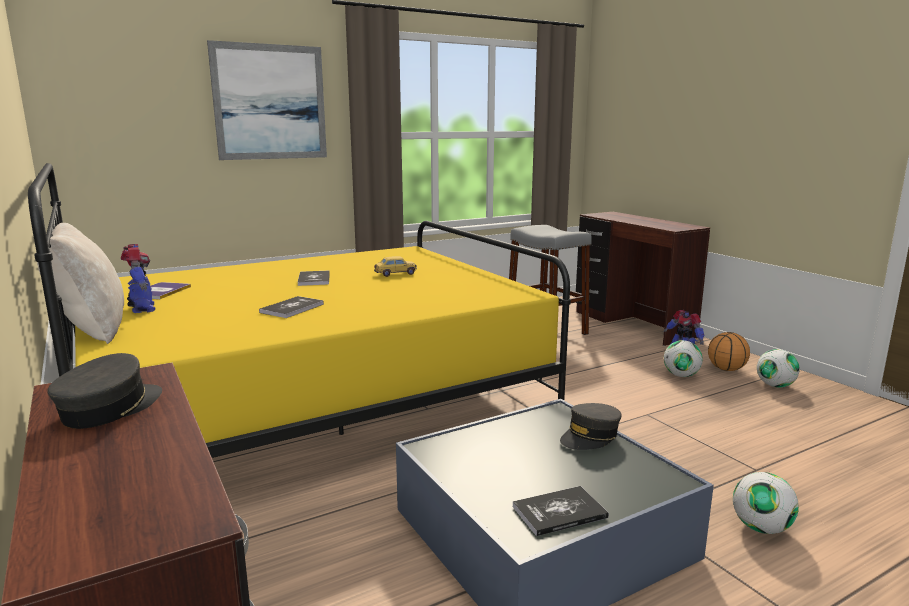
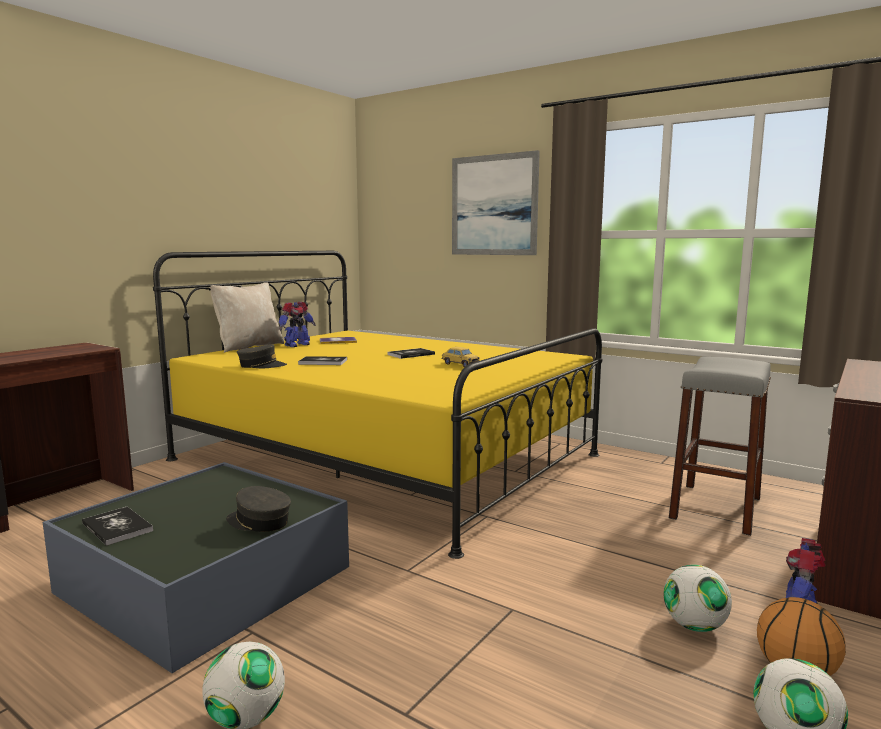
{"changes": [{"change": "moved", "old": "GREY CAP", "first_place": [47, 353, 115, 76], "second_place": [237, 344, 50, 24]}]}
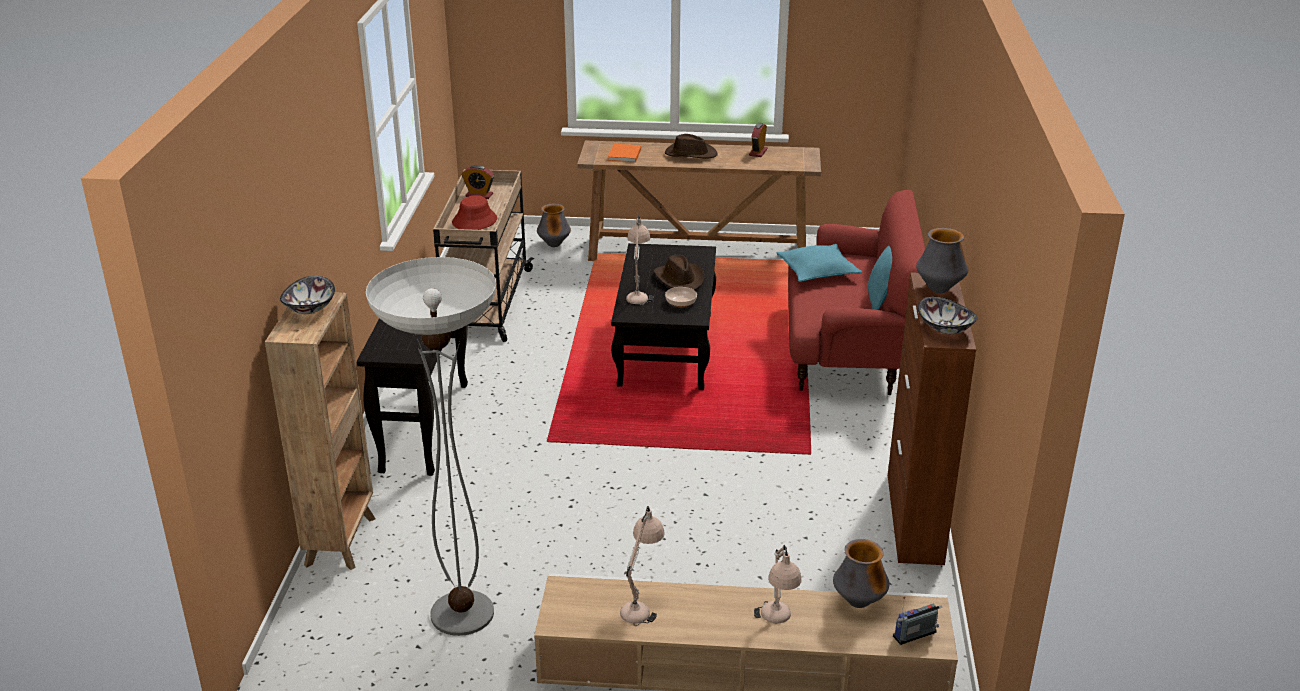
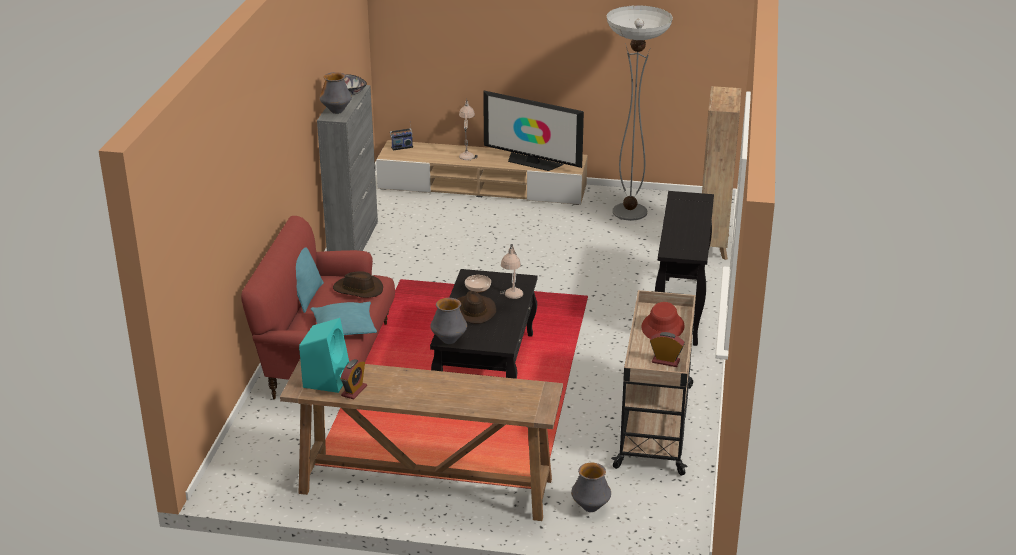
{"changes": [{"change": "removed", "old": "BOWL", "first_place": [280, 276, 55, 38]}, {"change": "removed", "old": "ORANGE BOOK", "first_place": [608, 144, 33, 18]}, {"change": "replaced", "old": "BEIGE TABLE LAMP", "new": "TELEVISION", "first_place": [620, 506, 45, 120], "second_place": [483, 91, 101, 80]}, {"change": "moved", "old": "BROWN HAT", "first_place": [665, 134, 53, 24], "second_place": [333, 271, 50, 27]}, {"change": "moved", "old": "VASE", "first_place": [833, 539, 56, 69], "second_place": [430, 298, 37, 46]}, {"change": "recoloured", "old": "BROWN CABINET", "new": "GREY CABINET", "first_place": [888, 272, 88, 293], "second_place": [317, 85, 61, 166]}, {"change": "added", "new": "TURQUOISE SPEAKER", "second_place": [299, 318, 50, 75]}]}
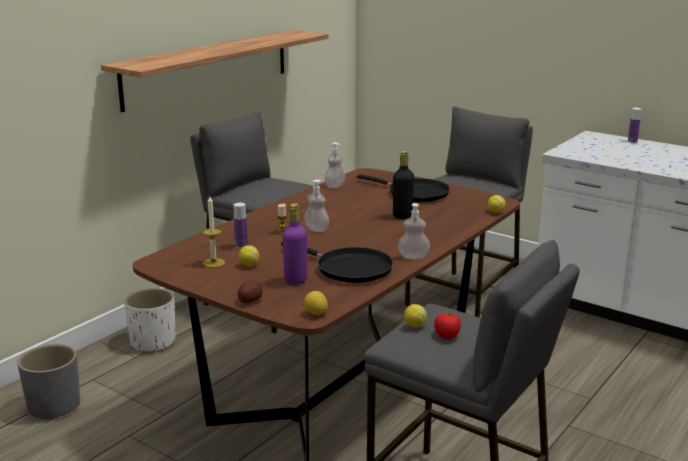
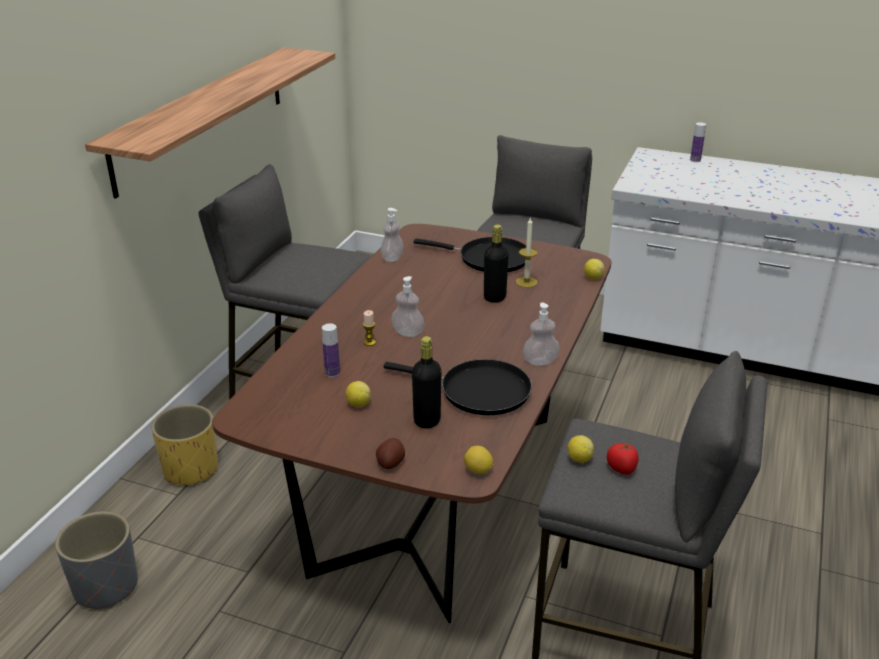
{"changes": [{"change": "recoloured", "old": "WHITE PLANTER", "new": "YELLOW PLANTER", "first_place": [124, 288, 52, 64], "second_place": [151, 404, 67, 81]}, {"change": "moved", "old": "CANDLE", "first_place": [203, 196, 22, 72], "second_place": [516, 218, 22, 70]}, {"change": "recoloured", "old": "PURPLE BOTTLE", "new": "BLACK BOTTLE", "first_place": [282, 203, 25, 82], "second_place": [412, 336, 30, 92]}]}
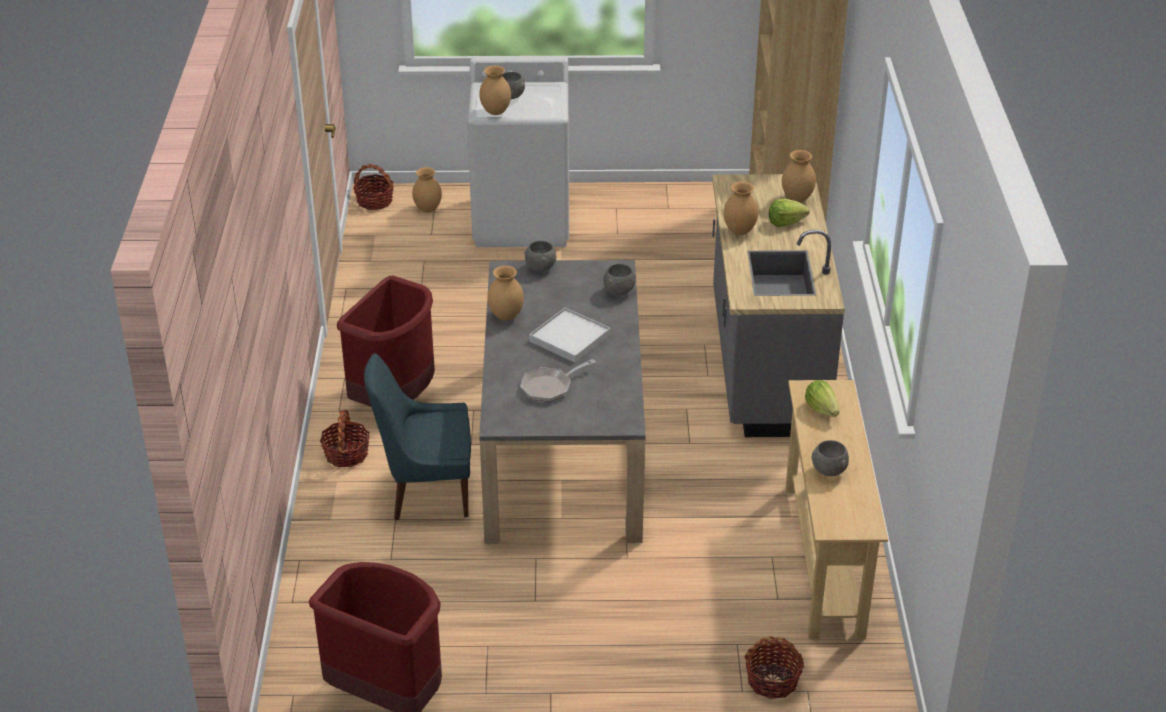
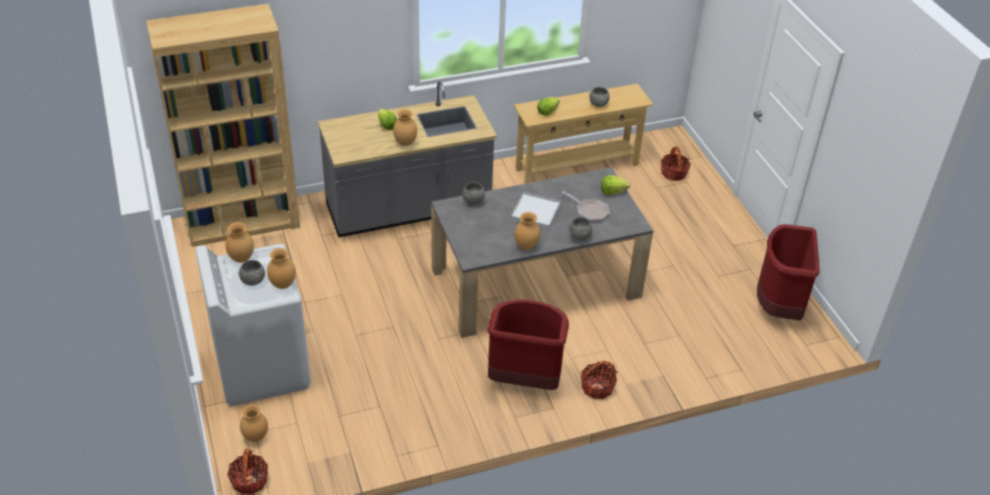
{"changes": [{"change": "removed", "old": "BLUE CHAIR", "first_place": [364, 353, 107, 168]}, {"change": "moved", "old": "GREY BOWL", "first_place": [524, 240, 32, 32], "second_place": [569, 217, 23, 24]}, {"change": "moved", "old": "BROWN VASE", "first_place": [782, 150, 34, 52], "second_place": [225, 222, 29, 41]}, {"change": "added", "new": "LETTUCE", "second_place": [601, 175, 30, 20]}]}
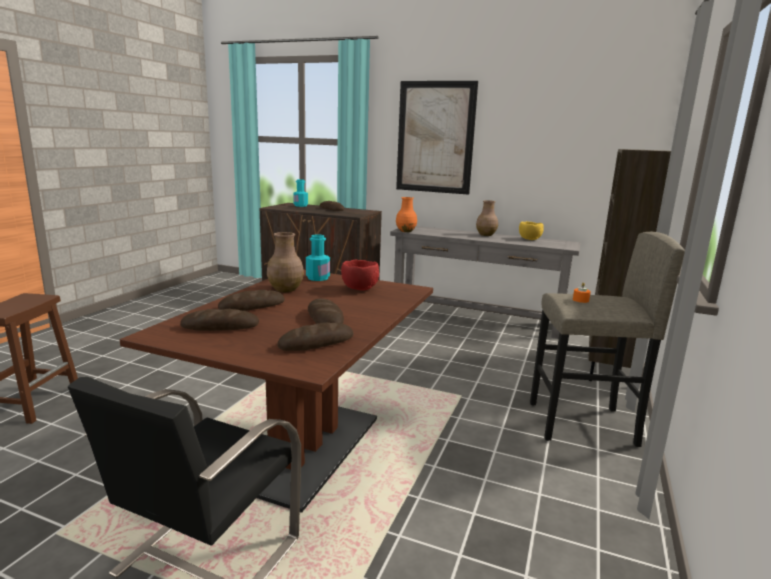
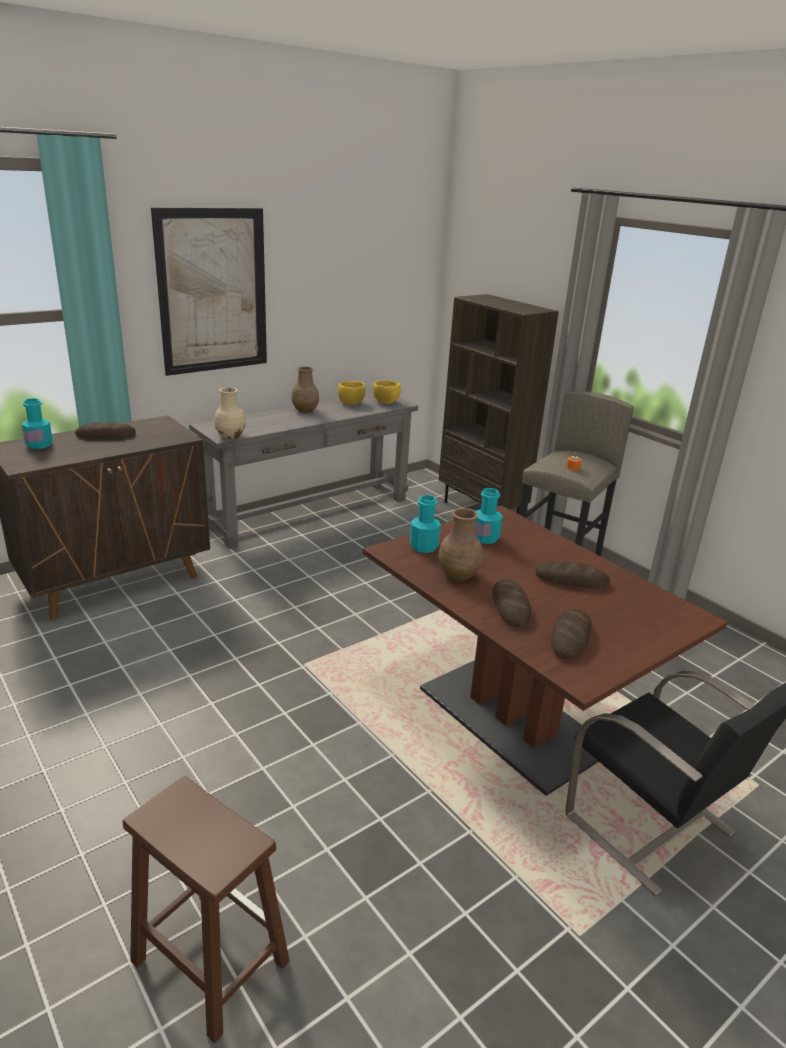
{"changes": [{"change": "removed", "old": "BREAD", "first_place": [277, 322, 77, 29]}, {"change": "replaced", "old": "RED BOWL", "new": "TURQUOISE BOTTLE", "first_place": [341, 260, 38, 31], "second_place": [475, 488, 28, 56]}, {"change": "recoloured", "old": "ORANGE VASE", "new": "BEIGE VASE", "first_place": [396, 197, 21, 35], "second_place": [214, 387, 32, 52]}, {"change": "added", "new": "YELLOW BOWL", "second_place": [373, 380, 28, 24]}]}
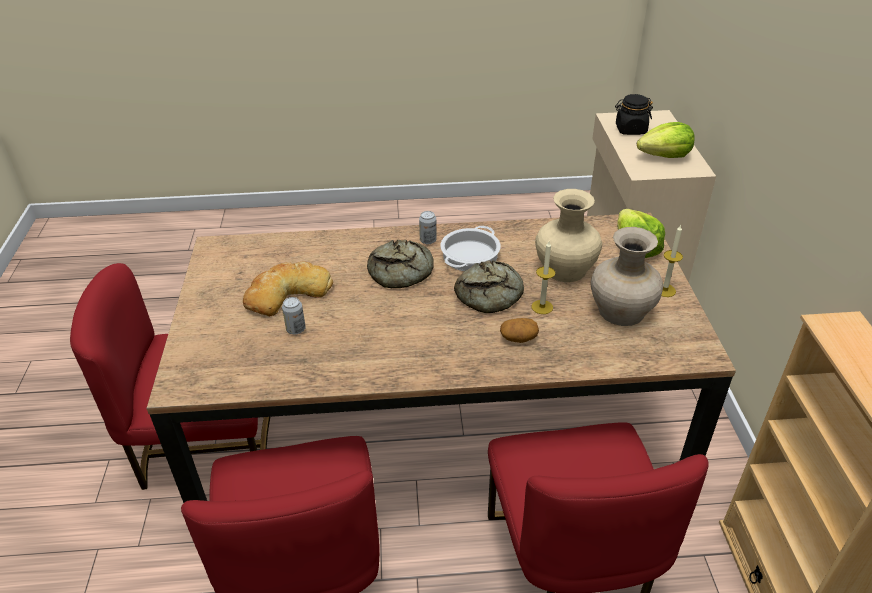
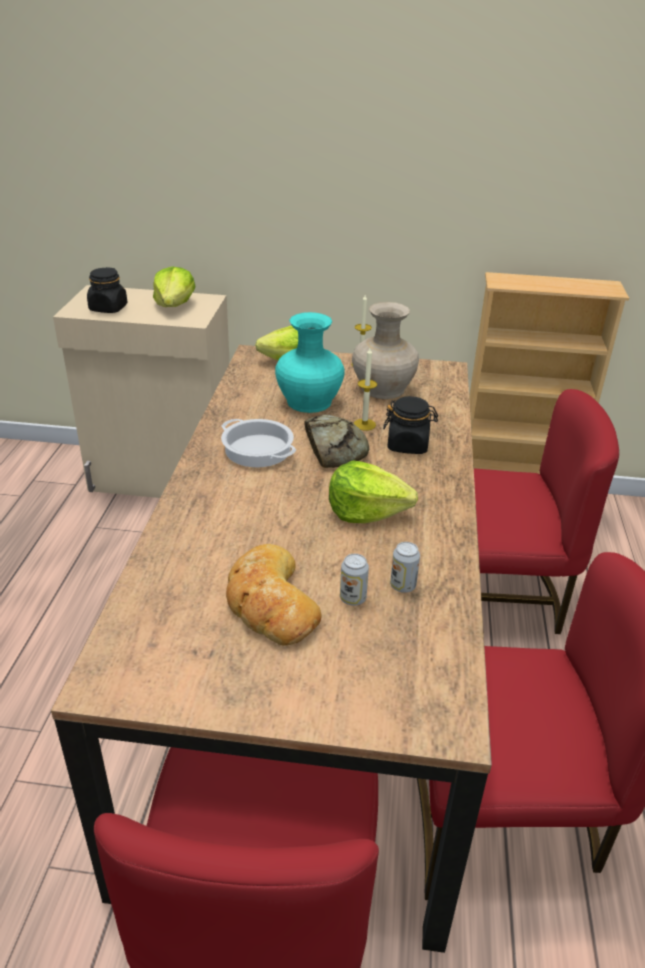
{"changes": [{"change": "removed", "old": "BREAD", "first_place": [367, 240, 67, 48]}, {"change": "moved", "old": "CAN", "first_place": [419, 211, 18, 33], "second_place": [390, 542, 30, 51]}, {"change": "replaced", "old": "POTATO", "new": "BLACK JAR", "first_place": [500, 318, 39, 25], "second_place": [383, 396, 55, 58]}, {"change": "recoloured", "old": "BEIGE VASE", "new": "TURQUOISE VASE", "first_place": [535, 189, 67, 93], "second_place": [275, 312, 70, 101]}, {"change": "added", "new": "LETTUCE", "second_place": [329, 461, 89, 62]}]}
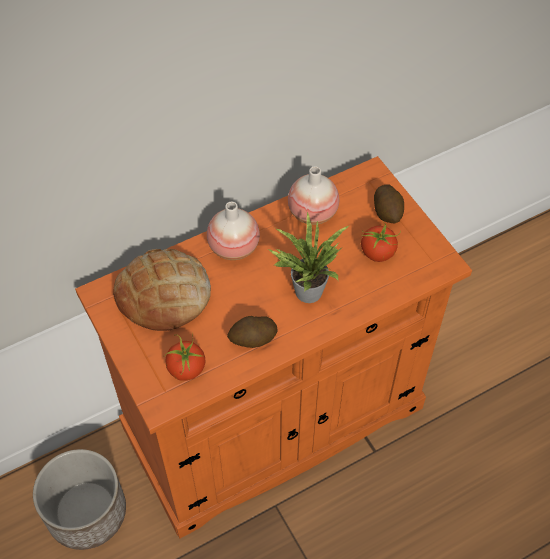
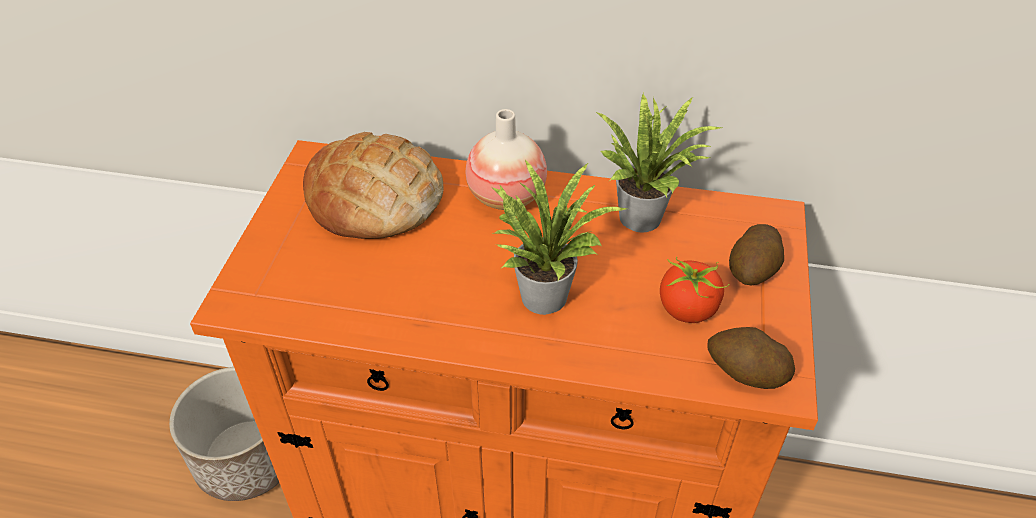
{"changes": [{"change": "removed", "old": "TOMATO", "first_place": [165, 332, 41, 49]}, {"change": "moved", "old": "POTATO", "first_place": [227, 316, 50, 32], "second_place": [707, 327, 88, 62]}, {"change": "replaced", "old": "VASE", "new": "POTTED PLANT", "first_place": [288, 166, 51, 59], "second_place": [595, 93, 127, 139]}]}
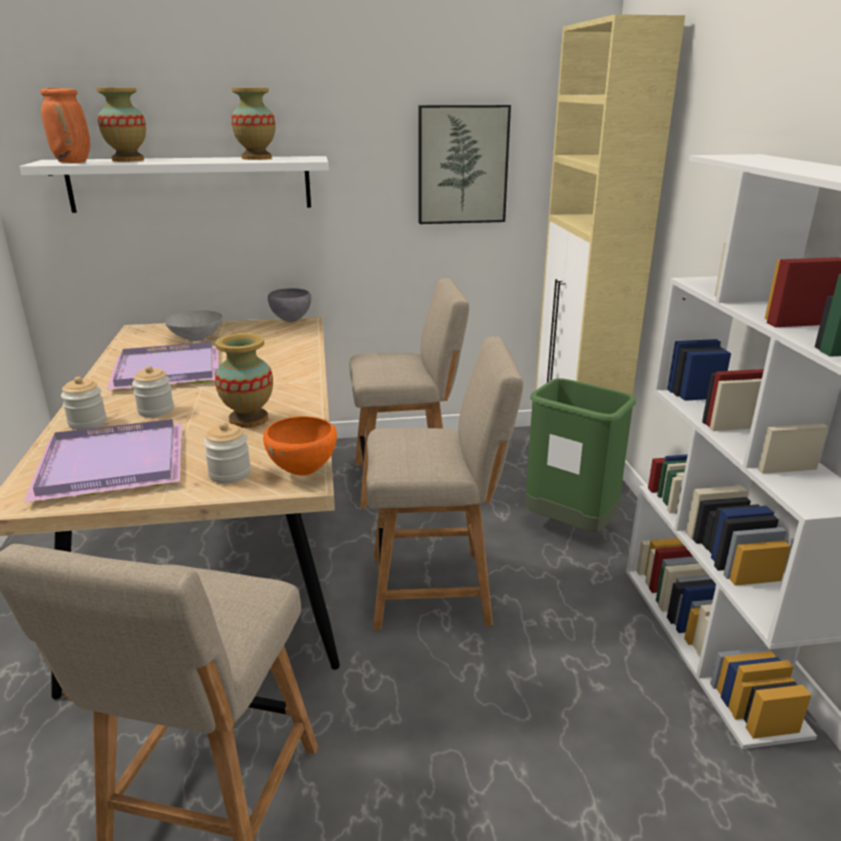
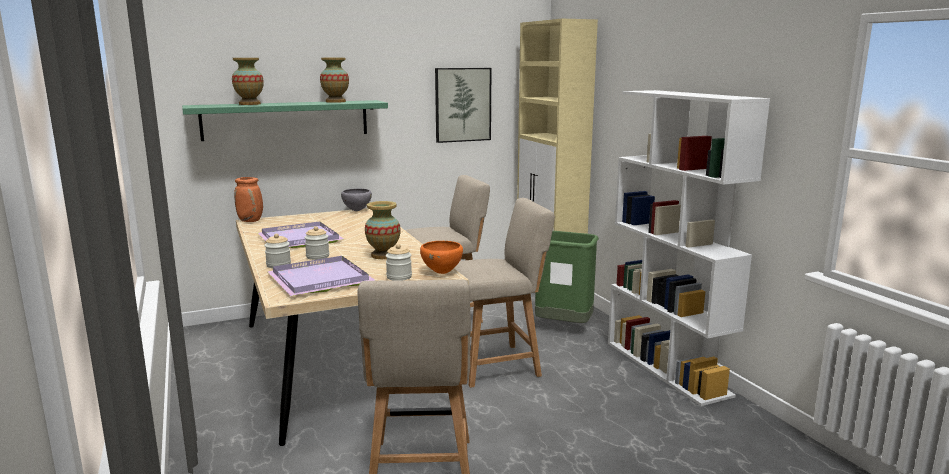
{"changes": [{"change": "recoloured", "old": "WHITE SHELF", "new": "GREEN SHELF", "first_place": [19, 156, 310, 57], "second_place": [182, 100, 206, 41]}, {"change": "moved", "old": "ORANGE VASE", "first_place": [40, 88, 50, 75], "second_place": [234, 177, 29, 45]}, {"change": "removed", "old": "GREY BOWL", "first_place": [164, 310, 59, 31]}]}
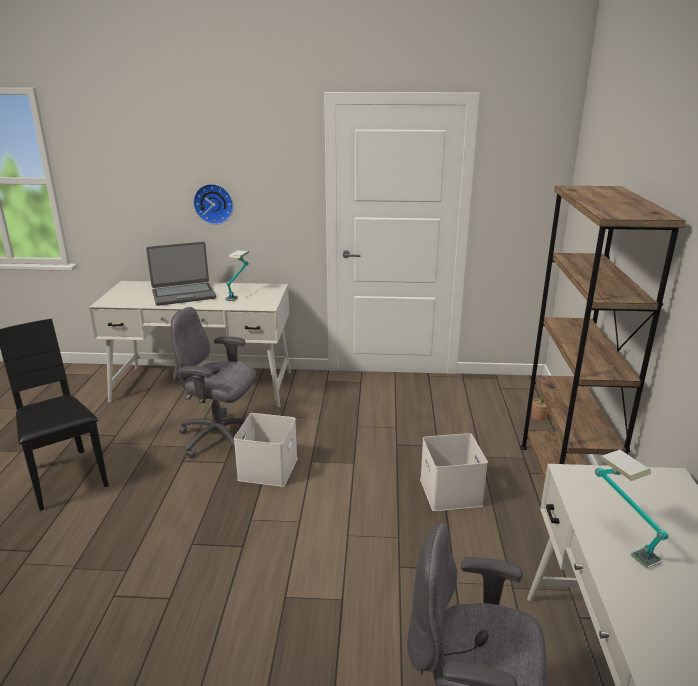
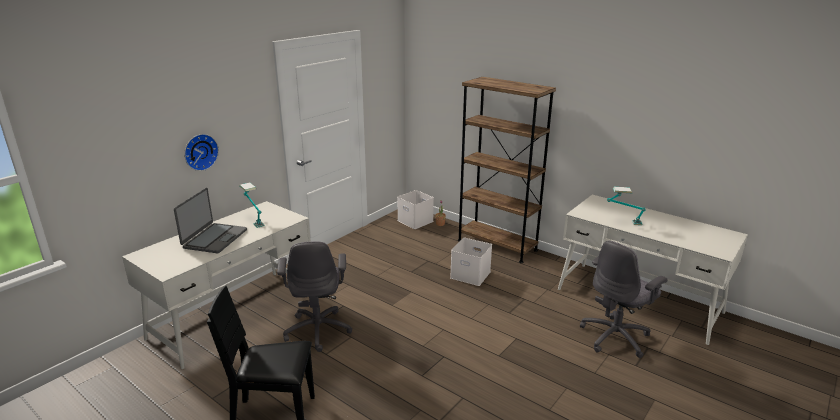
{"changes": [{"change": "turned", "old": "GREY OFFICE CHAIR", "first_place": [171, 307, 85, 151], "second_place": [277, 241, 75, 111], "degrees": -60}, {"change": "moved", "old": "WHITE STORAGE BOX", "first_place": [234, 413, 64, 74], "second_place": [397, 190, 37, 39]}]}
